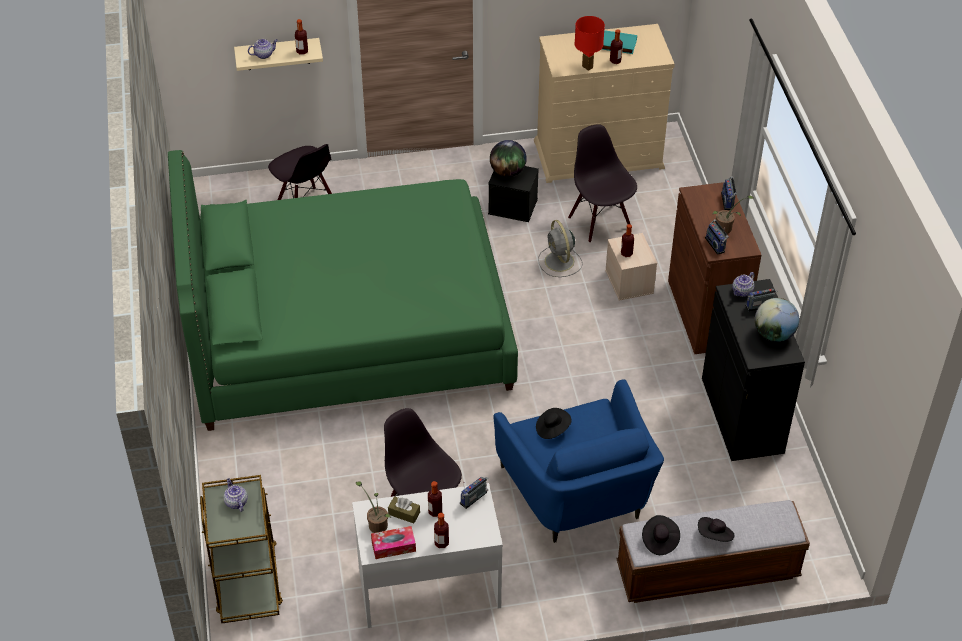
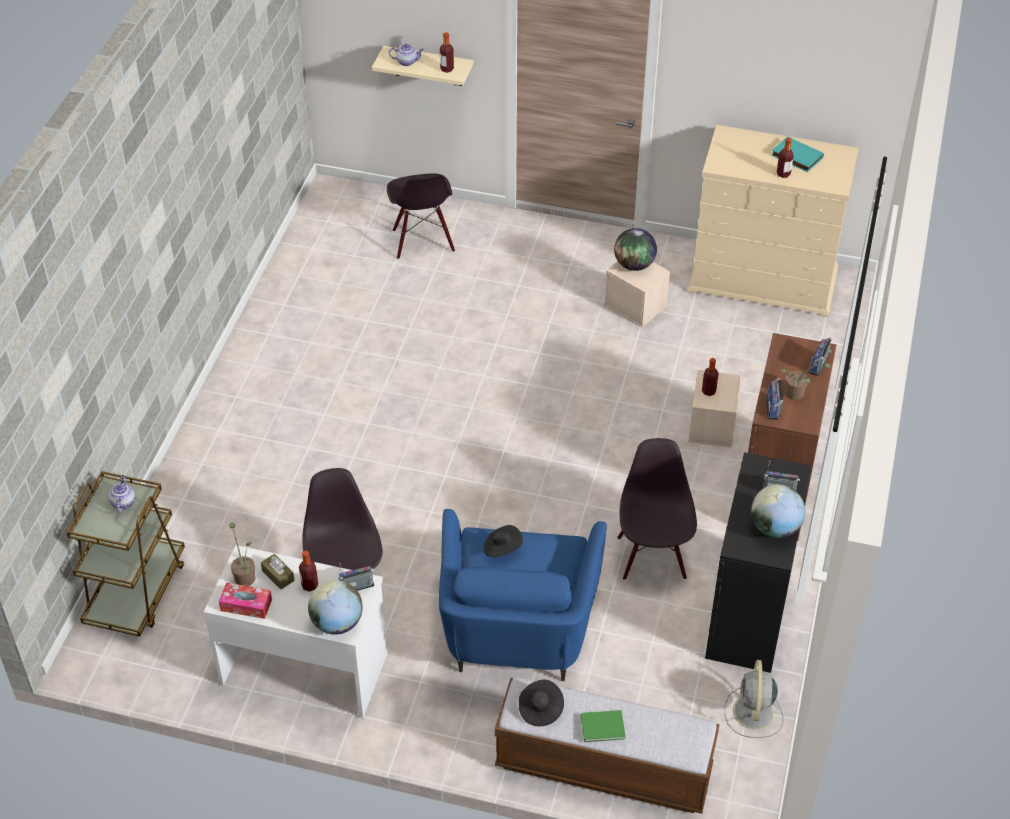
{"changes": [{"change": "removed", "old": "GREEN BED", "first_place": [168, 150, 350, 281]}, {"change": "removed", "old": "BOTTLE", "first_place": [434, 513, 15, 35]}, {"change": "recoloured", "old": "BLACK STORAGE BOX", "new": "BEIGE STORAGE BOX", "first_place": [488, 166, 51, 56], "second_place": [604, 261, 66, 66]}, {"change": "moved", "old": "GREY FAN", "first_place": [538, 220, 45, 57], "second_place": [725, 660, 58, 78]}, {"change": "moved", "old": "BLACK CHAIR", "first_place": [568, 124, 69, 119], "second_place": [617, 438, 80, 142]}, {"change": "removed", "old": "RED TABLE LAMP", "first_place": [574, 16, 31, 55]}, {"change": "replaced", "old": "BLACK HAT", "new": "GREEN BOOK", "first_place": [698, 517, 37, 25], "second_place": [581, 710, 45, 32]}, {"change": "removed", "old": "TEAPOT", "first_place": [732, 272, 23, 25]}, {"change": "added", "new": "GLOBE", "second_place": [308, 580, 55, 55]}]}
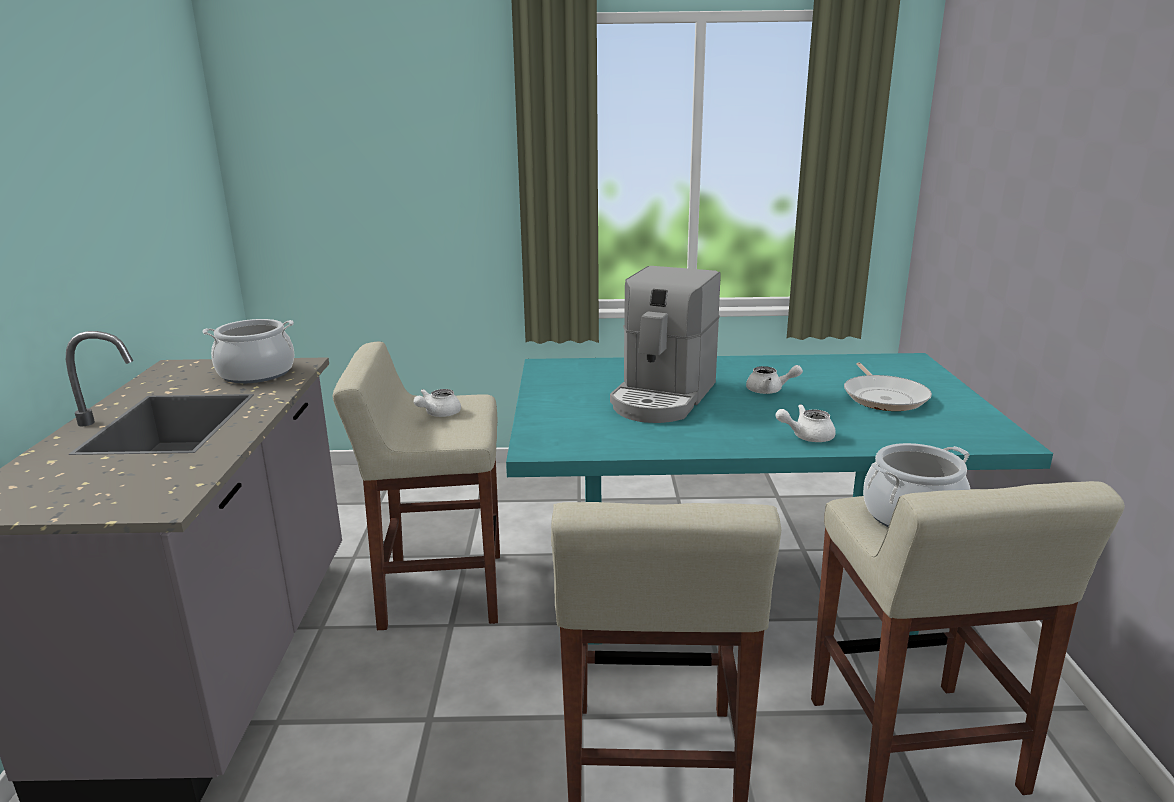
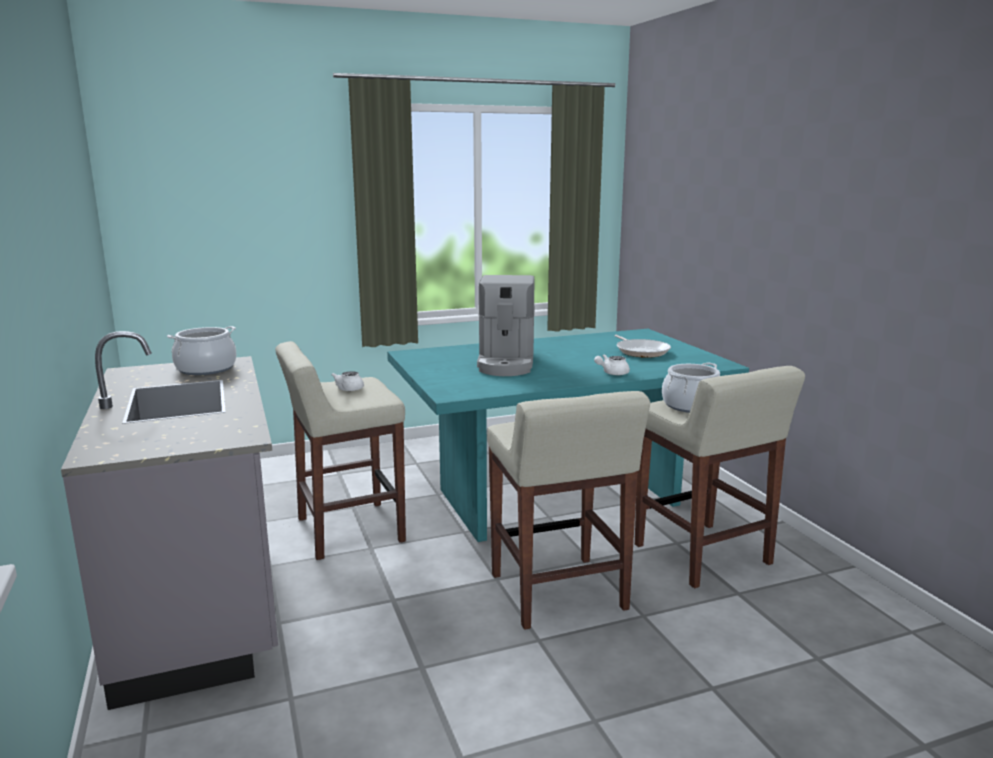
{"changes": [{"change": "removed", "old": "WHITE TEAPOT", "first_place": [746, 365, 57, 29]}]}
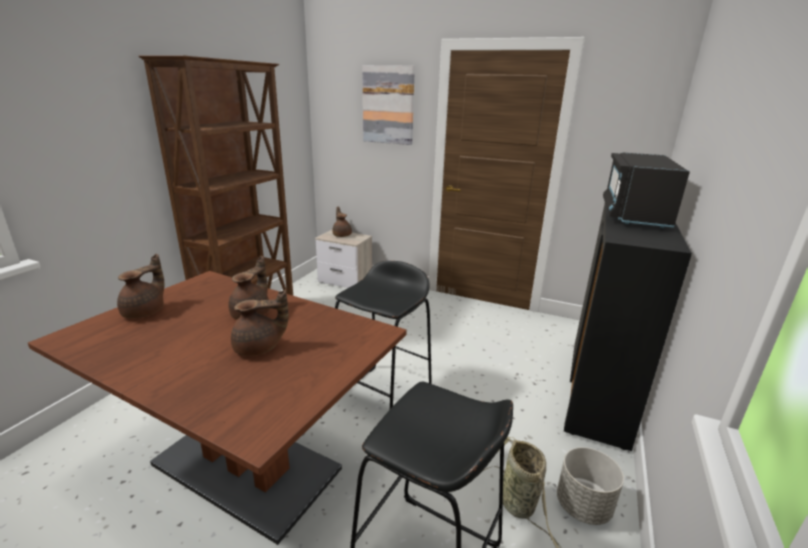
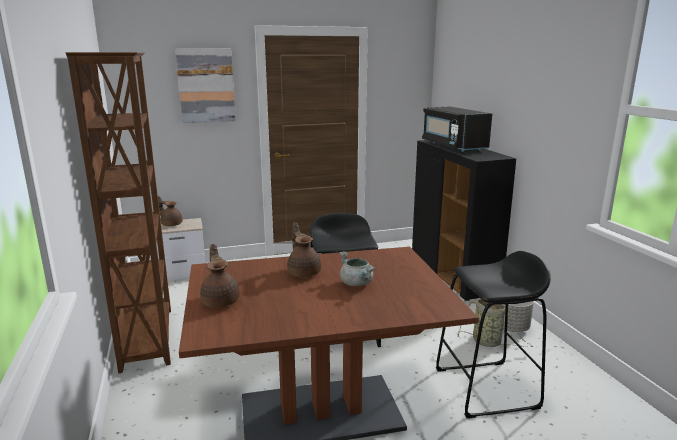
{"changes": [{"change": "replaced", "old": "BROWN TEAPOT", "new": "GREY COOKING POT", "first_place": [231, 289, 57, 67], "second_place": [339, 251, 36, 35]}]}
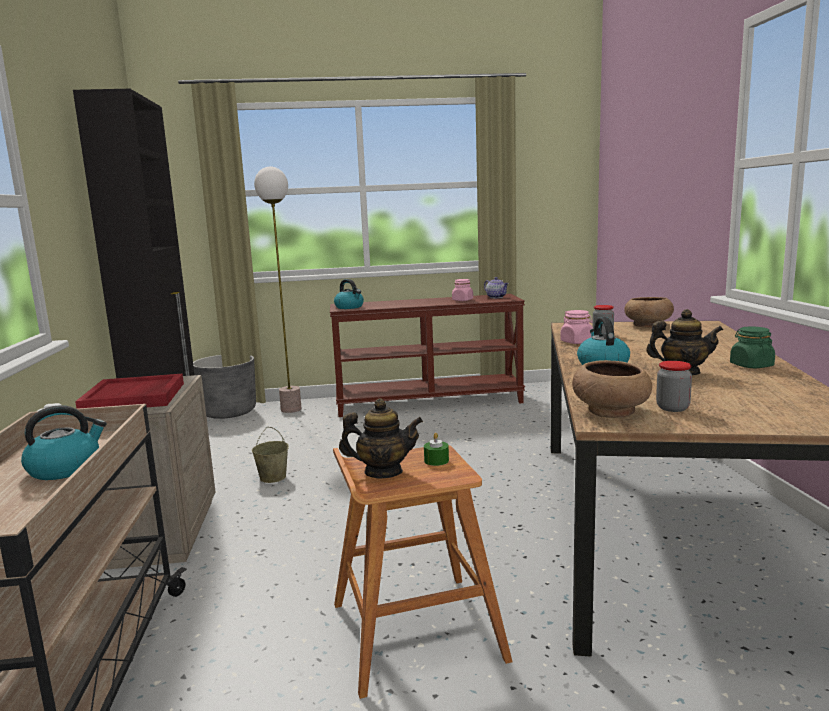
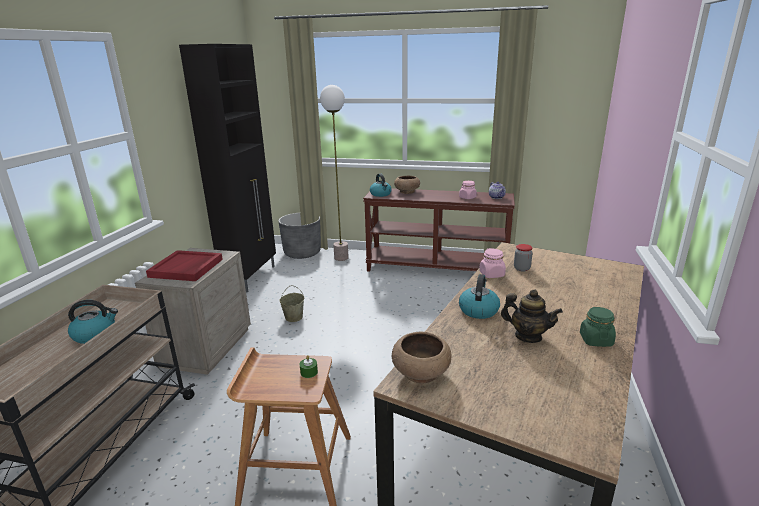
{"changes": [{"change": "removed", "old": "TEAPOT", "first_place": [339, 398, 84, 80]}, {"change": "moved", "old": "BROWN BOWL", "first_place": [624, 297, 50, 31], "second_place": [394, 176, 26, 18]}, {"change": "removed", "old": "JAR", "first_place": [656, 361, 36, 51]}]}
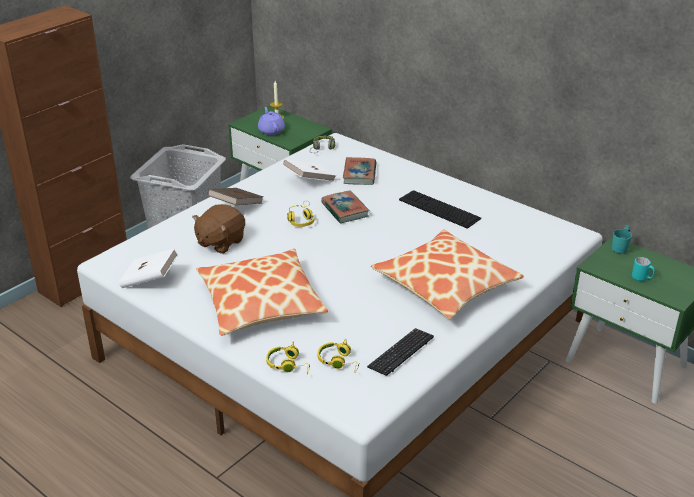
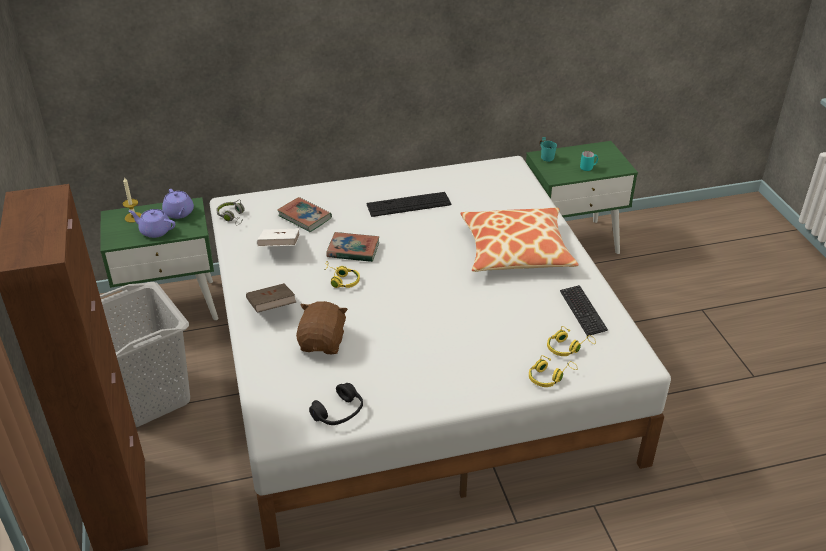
{"changes": [{"change": "replaced", "old": "WHITE BOOK", "new": "BLACK HEADPHONES", "first_place": [119, 248, 59, 40], "second_place": [309, 383, 54, 42]}, {"change": "turned", "old": "BROWN PLUSH TOY", "first_place": [192, 204, 53, 50], "second_place": [296, 301, 52, 53], "degrees": -150}, {"change": "removed", "old": "PILLOW", "first_place": [197, 249, 131, 87]}, {"change": "added", "new": "PURPLE TEAPOT", "second_place": [162, 189, 32, 30]}]}
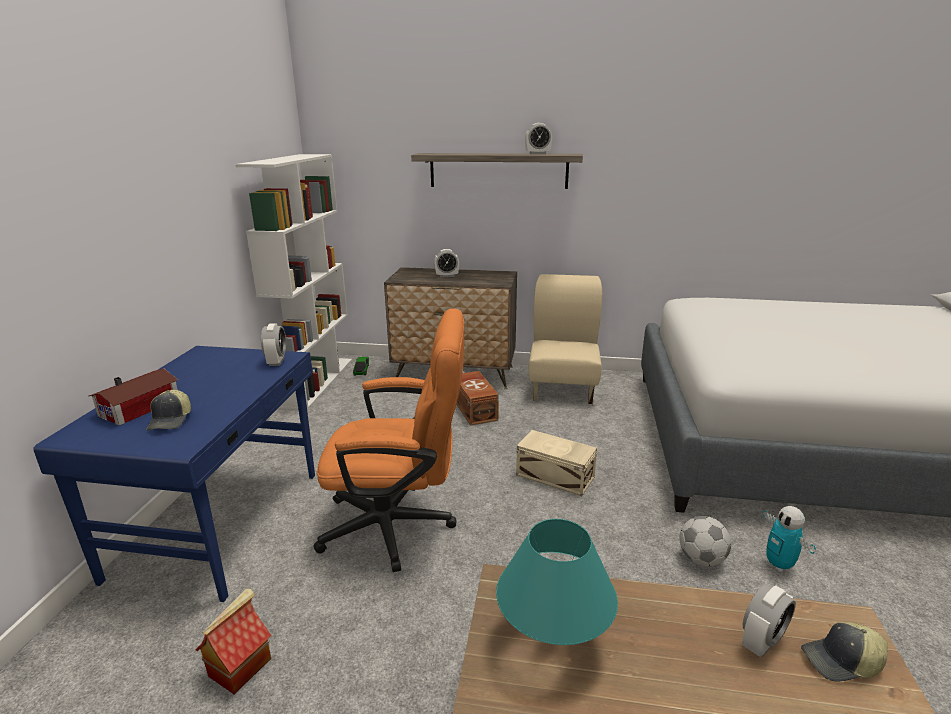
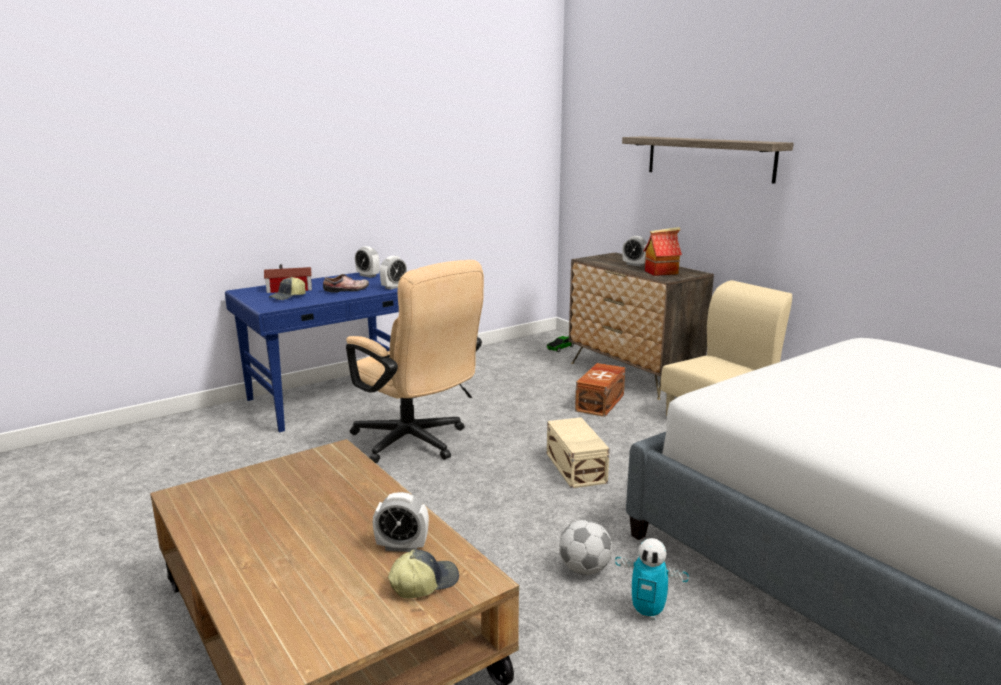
{"changes": [{"change": "moved", "old": "TOY HOUSE", "first_place": [196, 588, 75, 106], "second_place": [644, 227, 38, 49]}, {"change": "removed", "old": "WHITE BOOKCASE", "first_place": [235, 154, 117, 256]}, {"change": "recoloured", "old": "ORANGE OFFICE CHAIR", "new": "BEIGE OFFICE CHAIR", "first_place": [313, 308, 151, 264], "second_place": [346, 260, 138, 203]}, {"change": "removed", "old": "TURQUOISE TABLE LAMP", "first_place": [496, 519, 122, 126]}, {"change": "moved", "old": "ALARM CLOCK", "first_place": [525, 123, 27, 31], "second_place": [355, 246, 25, 32]}, {"change": "turned", "old": "TOY ROBOT", "first_place": [763, 506, 53, 66], "second_place": [615, 538, 74, 82], "degrees": -90}, {"change": "turned", "old": "CAP", "first_place": [801, 622, 87, 59], "second_place": [388, 549, 71, 49], "degrees": 105}, {"change": "added", "new": "SHOE", "second_place": [323, 274, 46, 19]}]}
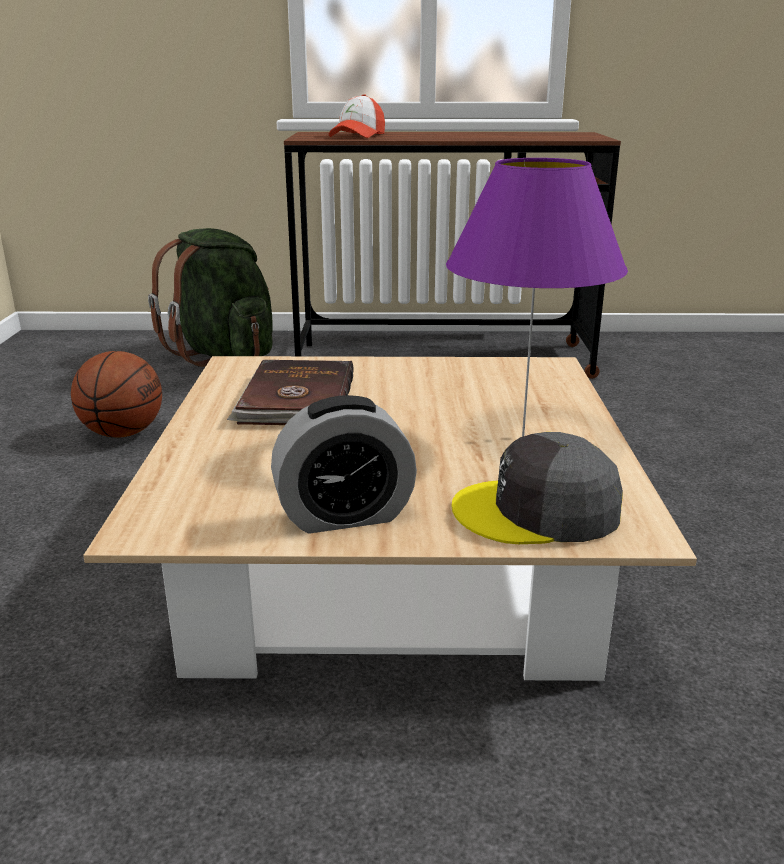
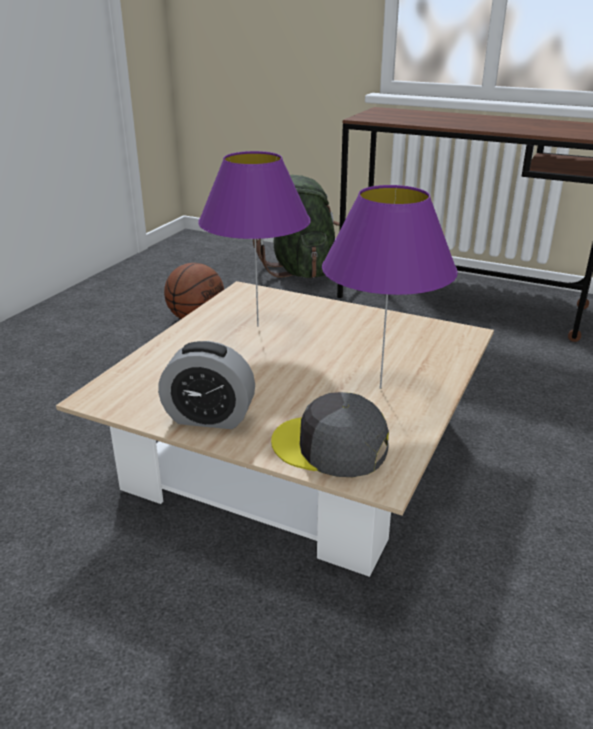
{"changes": [{"change": "replaced", "old": "BROWN BOOK", "new": "PURPLE TABLE LAMP", "first_place": [227, 360, 127, 65], "second_place": [198, 151, 113, 175]}, {"change": "removed", "old": "CAP", "first_place": [329, 94, 56, 44]}]}
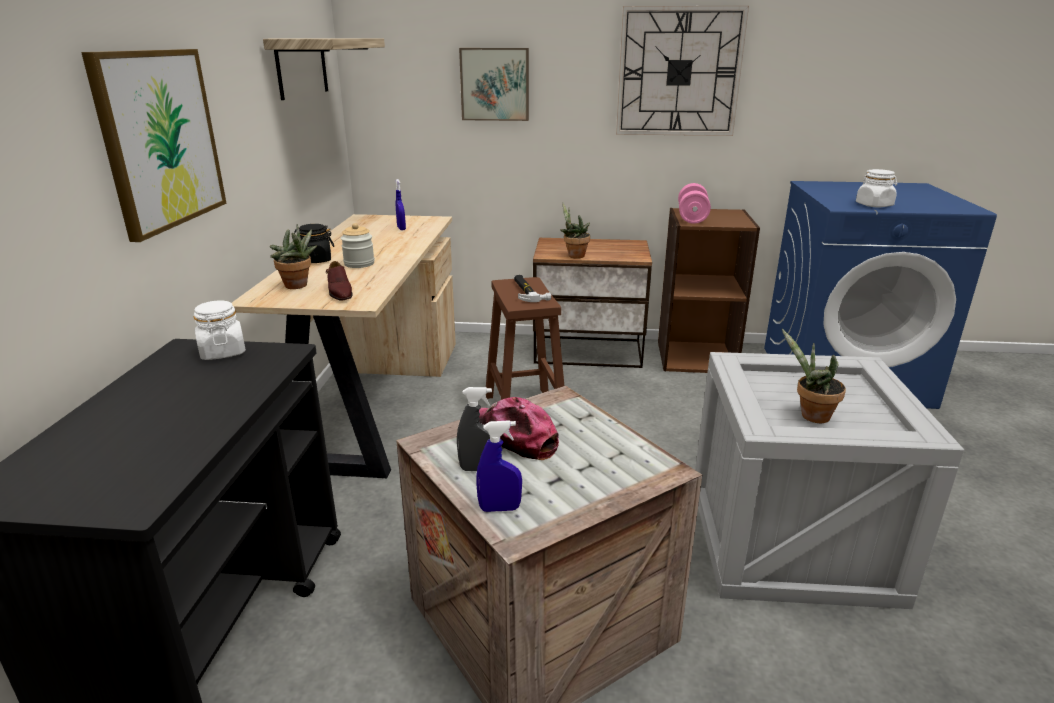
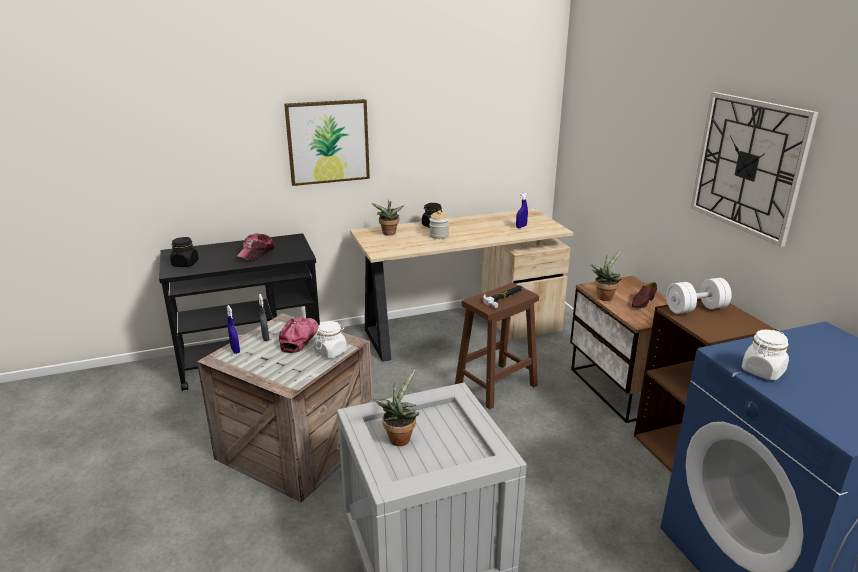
{"changes": [{"change": "moved", "old": "WHITE JAR", "first_place": [194, 301, 52, 59], "second_place": [314, 321, 33, 38]}, {"change": "removed", "old": "SHELF", "first_place": [263, 38, 122, 62]}, {"change": "moved", "old": "BROWN SHOE", "first_place": [326, 261, 27, 40], "second_place": [632, 282, 25, 26]}, {"change": "removed", "old": "PICTURE", "first_place": [459, 48, 70, 73]}, {"change": "recoloured", "old": "PINK DUMBBELL", "new": "WHITE DUMBBELL", "first_place": [678, 183, 33, 41], "second_place": [666, 278, 66, 36]}, {"change": "added", "new": "BLACK JAR", "second_place": [170, 237, 29, 30]}, {"change": "added", "new": "CAP", "second_place": [235, 233, 40, 28]}]}
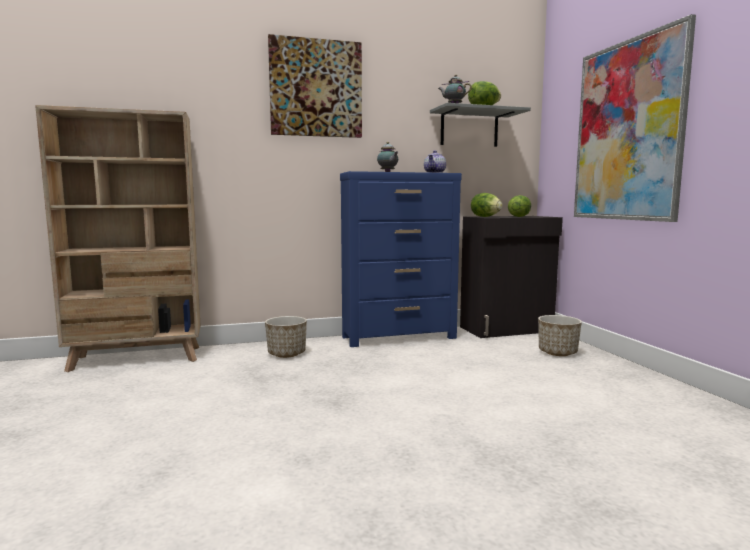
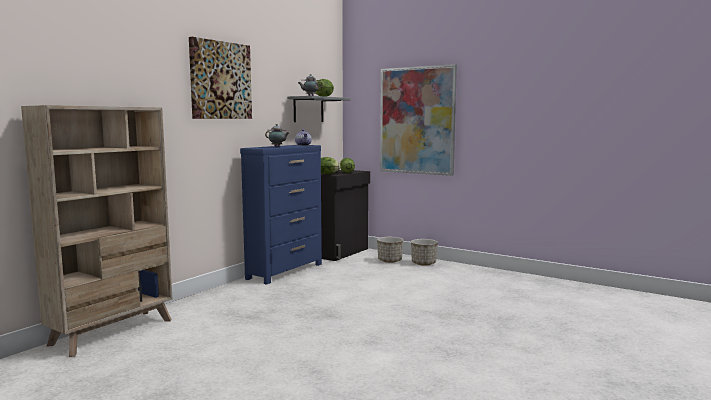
{"changes": [{"change": "moved", "old": "PLANTER", "first_place": [265, 316, 42, 42], "second_place": [411, 239, 27, 27]}]}
